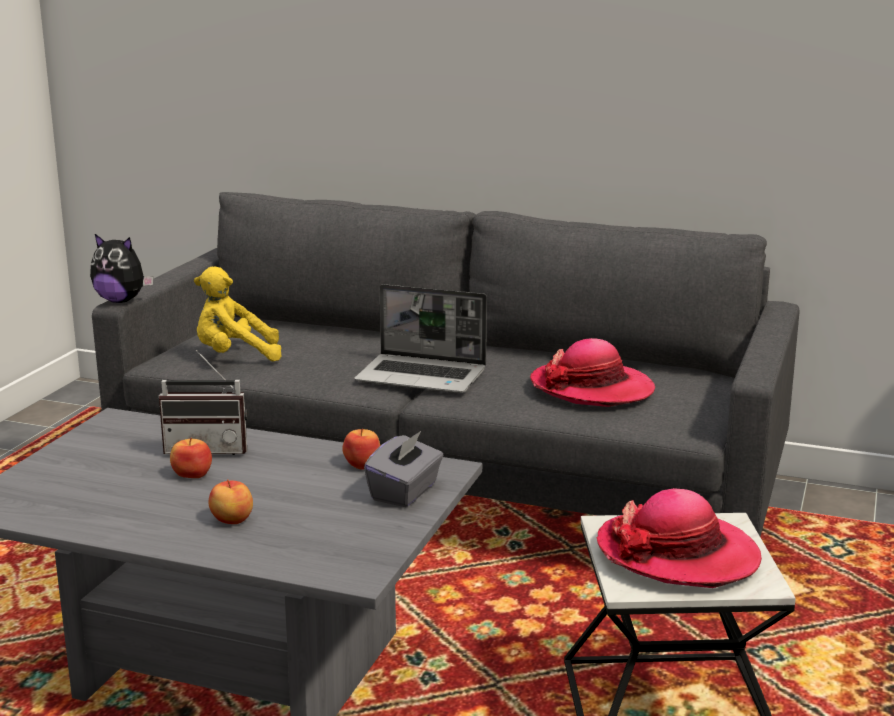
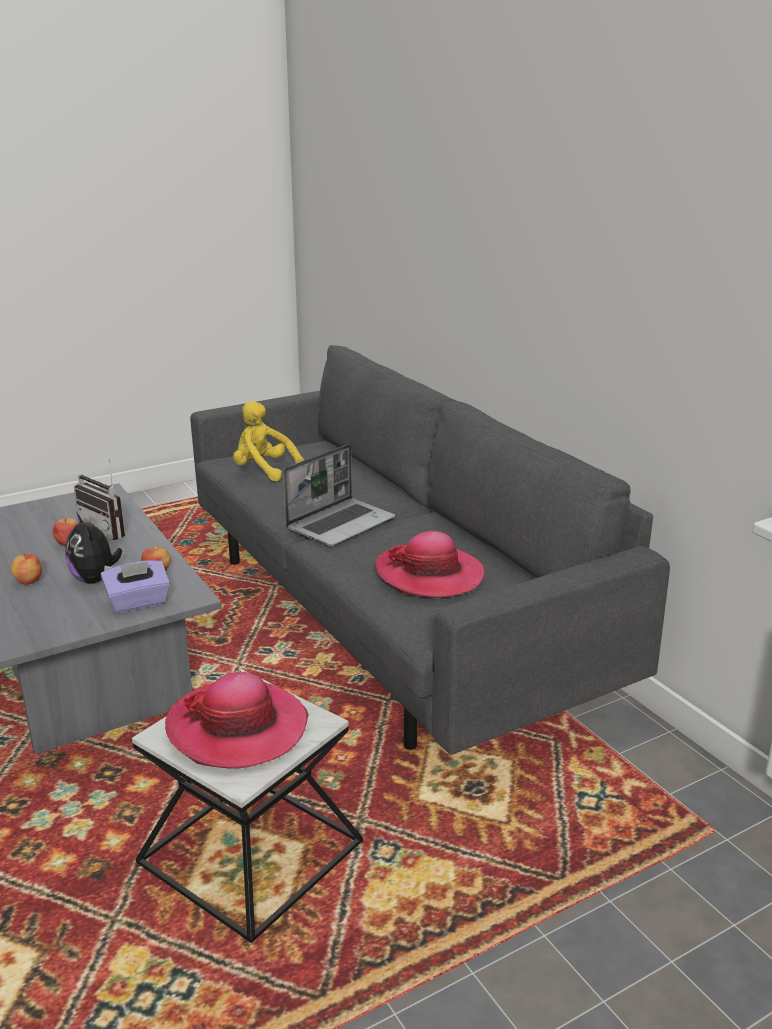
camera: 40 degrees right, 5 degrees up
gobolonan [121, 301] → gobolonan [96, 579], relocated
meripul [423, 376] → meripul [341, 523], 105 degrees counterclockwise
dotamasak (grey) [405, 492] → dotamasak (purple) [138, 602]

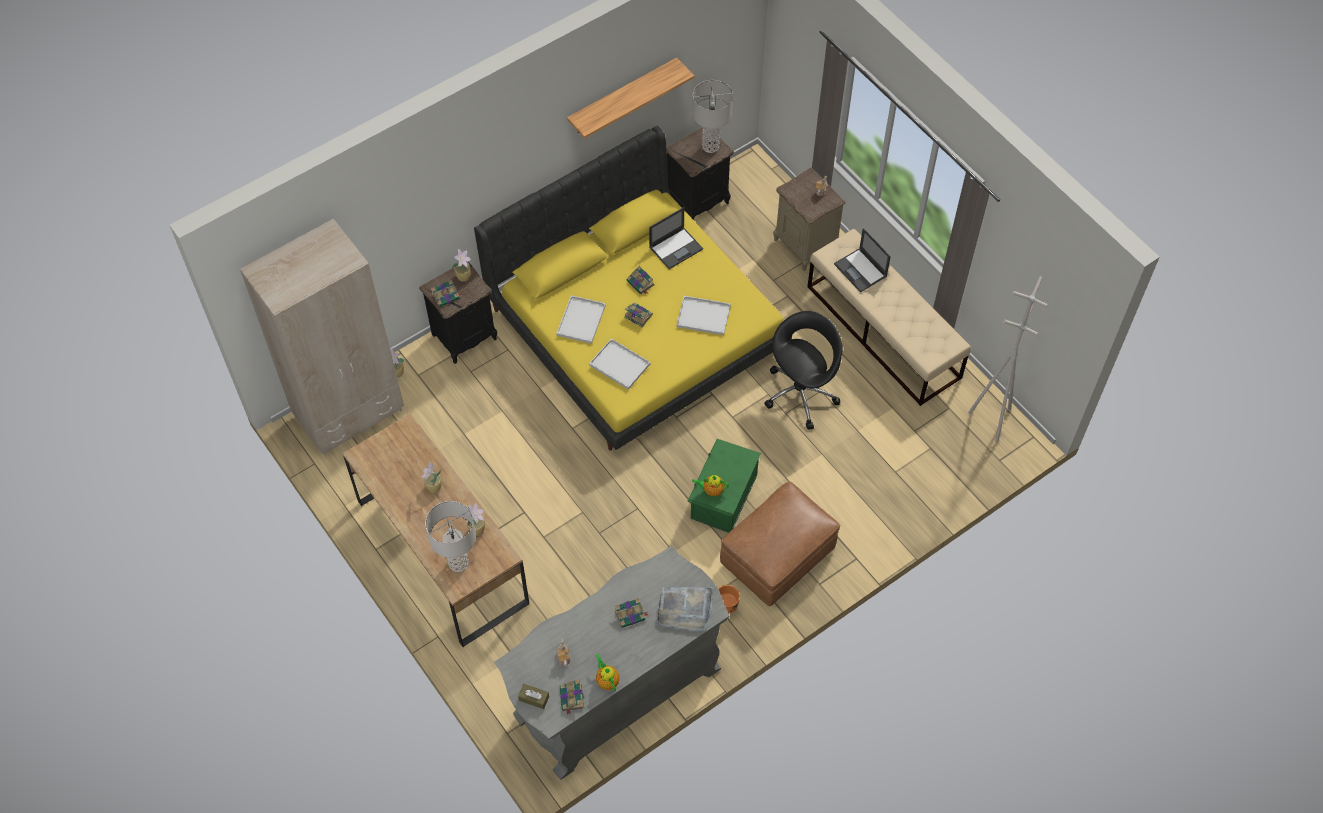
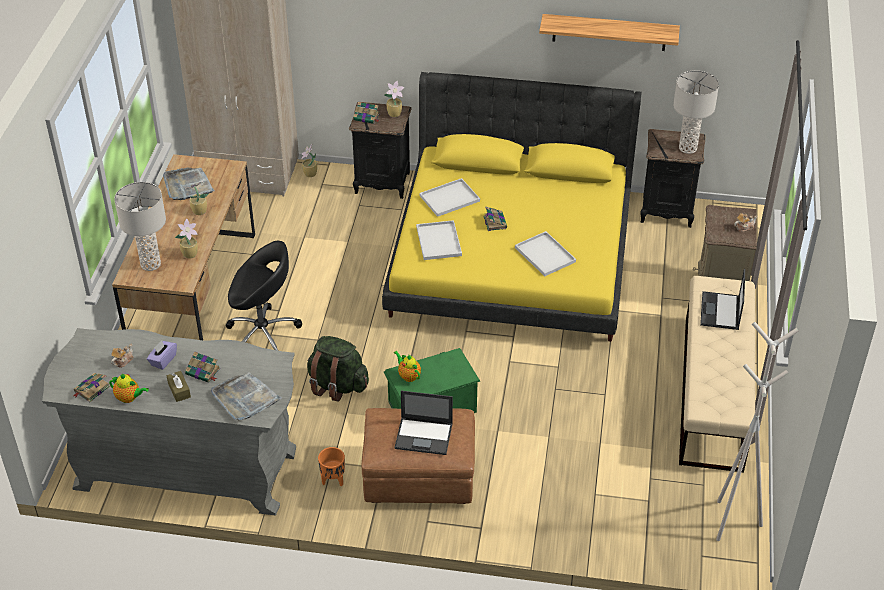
camera: 45 degrees right, 15 degrees down
meripul [676, 248] → meripul [424, 436], relocated
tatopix [641, 283] → -
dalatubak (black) [801, 393] → dalatubak (black) [264, 336], relocated
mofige [607, 680] → mofige [129, 398], 90 degrees clockwise
dotamasak (brown) [534, 698] → dotamasak (brown) [179, 390], relocated
- → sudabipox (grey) [188, 186]
- → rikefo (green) [337, 385]
- → dotamasak (purple) [163, 360]

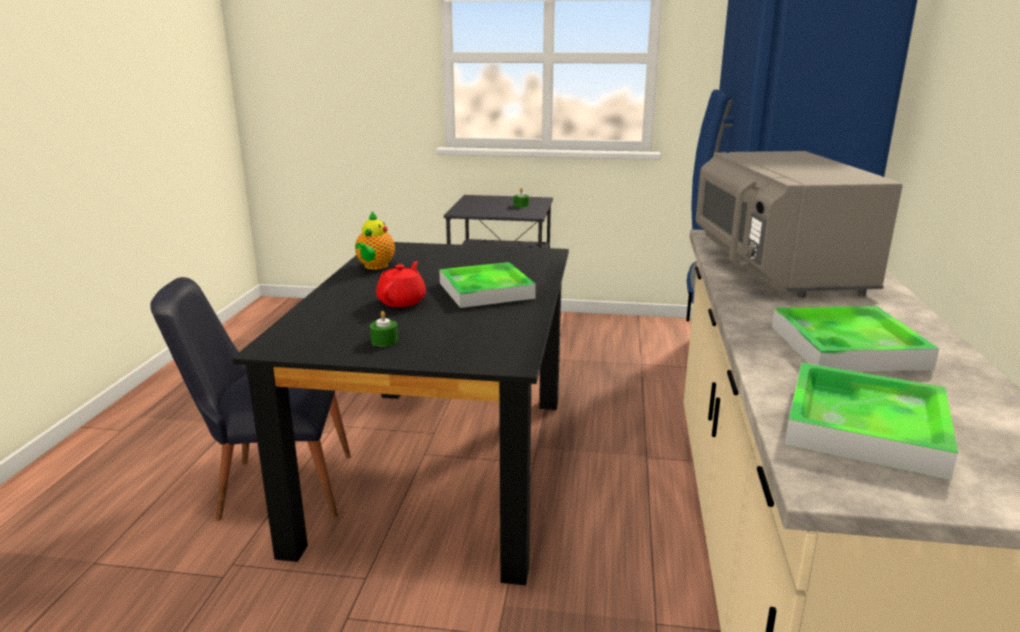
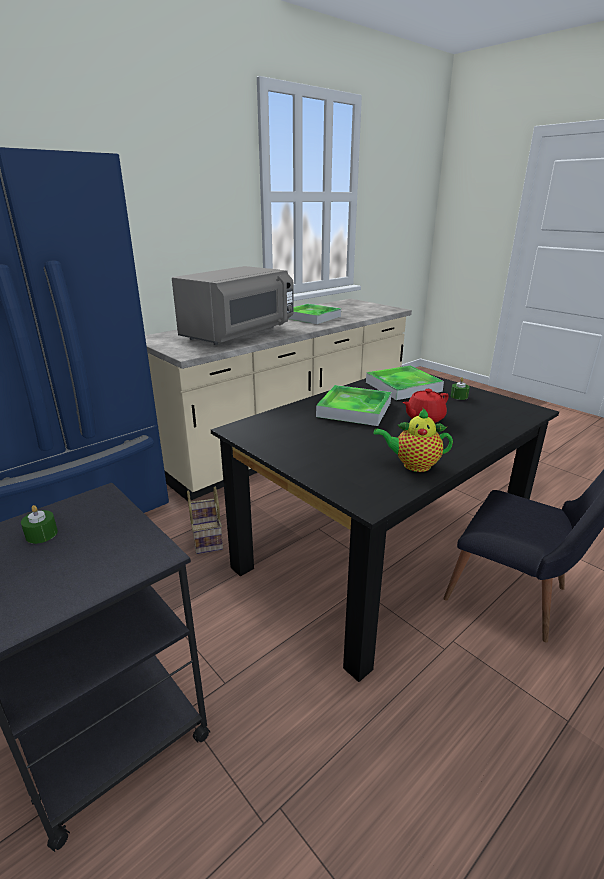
camera: 140 degrees left, 5 degrees up
mofige [375, 266] → mofige [413, 465], 135 degrees counterclockwise
sudabipox [865, 426] → sudabipox [403, 386], relocated
- → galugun [206, 536]

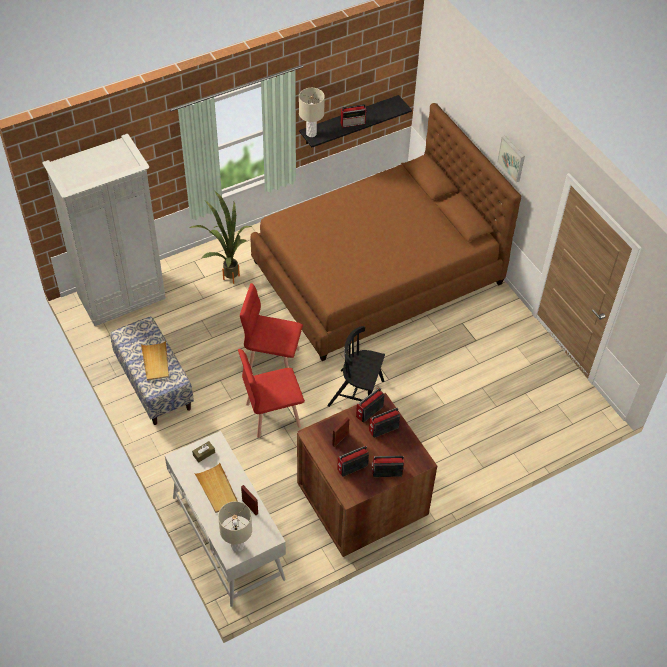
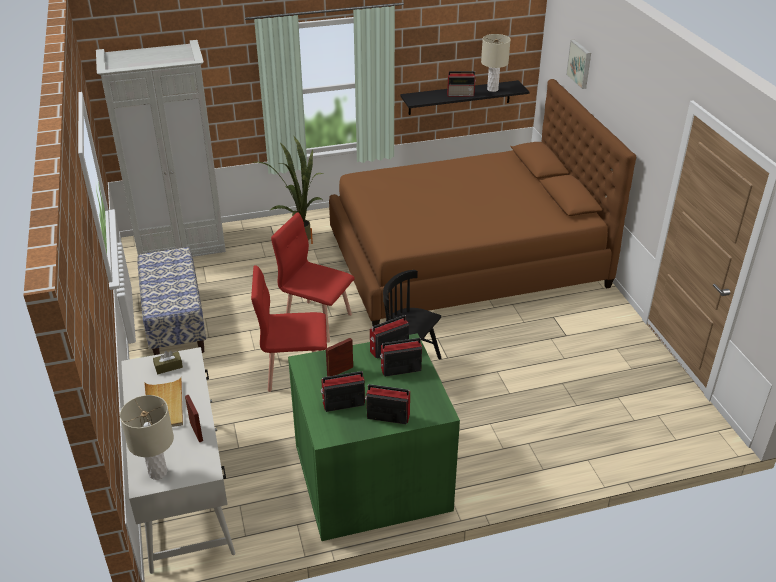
camera: 15 degrees right, 15 degrees down
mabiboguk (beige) [311, 133] → mabiboguk (beige) [492, 89], relocated
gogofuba [512, 158] → gogofuba [580, 63], relocated
sudabipox (beige) [155, 362] → -
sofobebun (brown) [361, 497] → sofobebun (green) [370, 475]

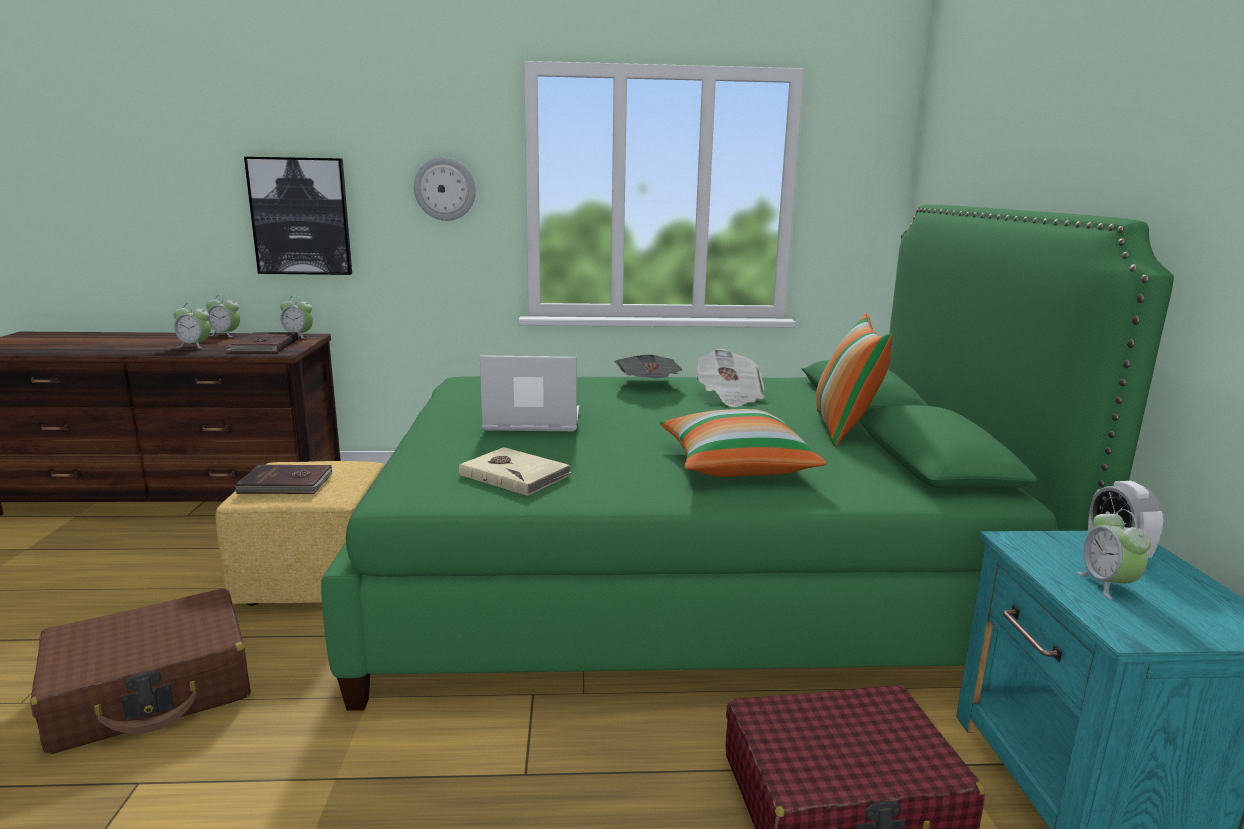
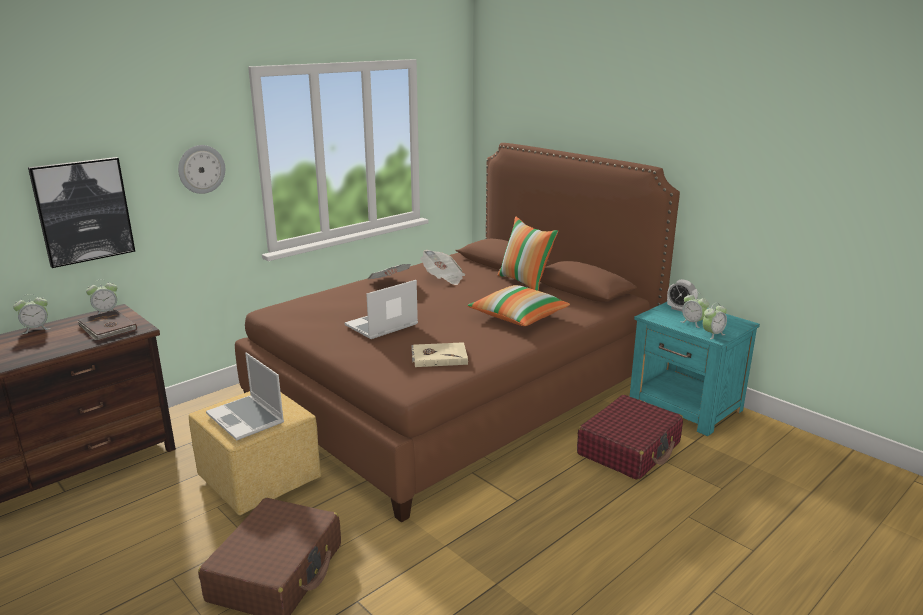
camera: 40 degrees left, 5 degrees up
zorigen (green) [685, 576] → zorigen (brown) [458, 391]
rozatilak [195, 346] → rozatilak [712, 334], relocated
tatopix (brown) [286, 484] → meripul [247, 419]

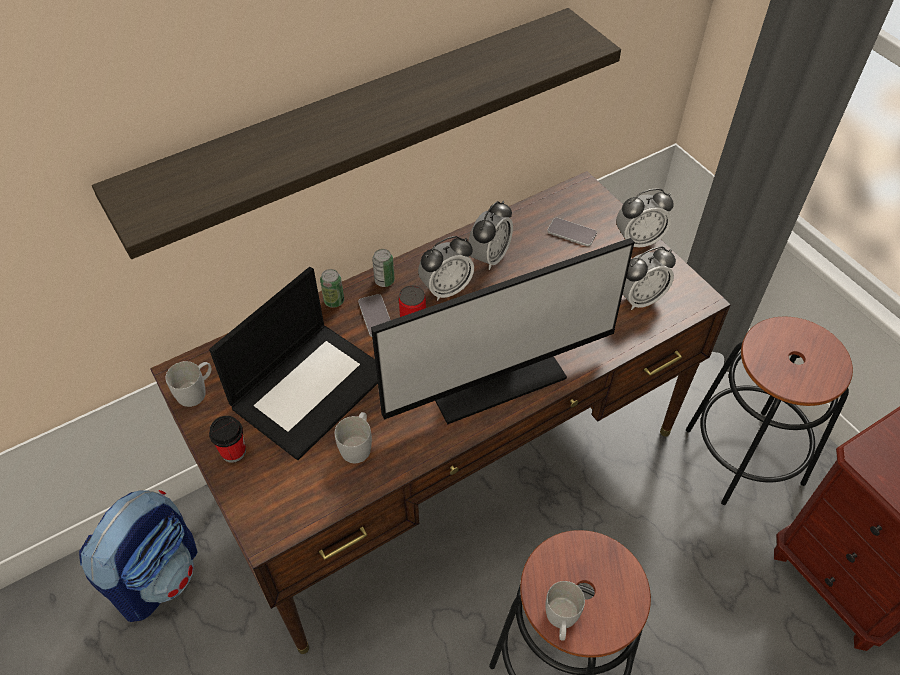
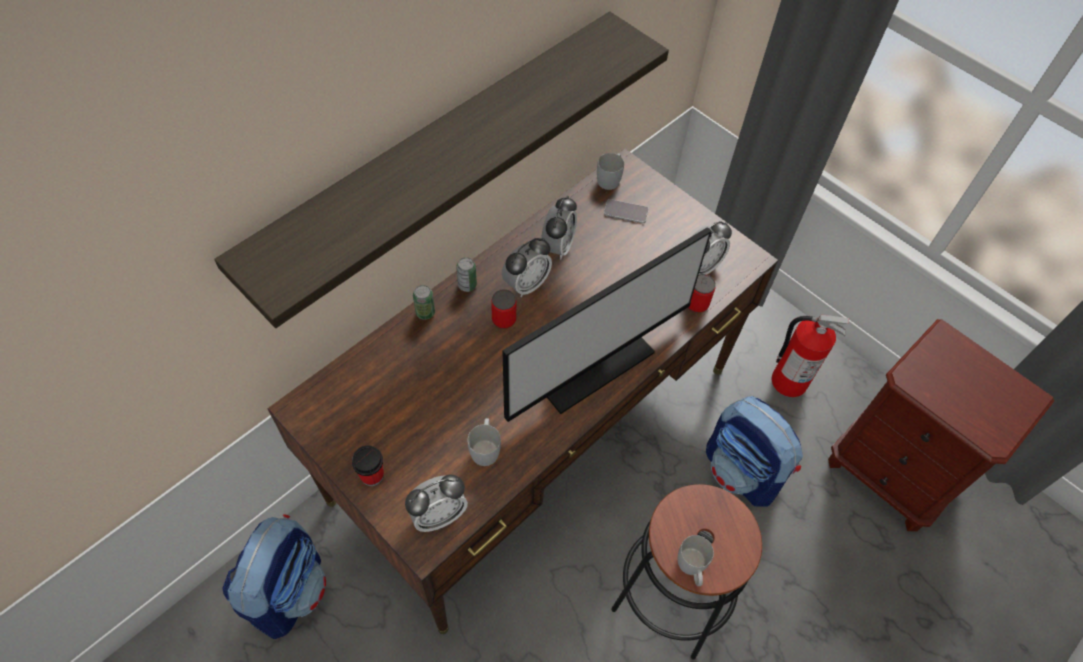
camera: 15 degrees left, 5 degrees up
rozatilak [638, 240] → rozatilak [438, 515], relocated
meripul [310, 387] → -
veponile [375, 316] → -
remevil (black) [744, 456] → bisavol [788, 380]
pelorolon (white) [196, 391] → pelorolon (white) [610, 178], relocated
- → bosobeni [697, 304]
- → rikefo [742, 472]

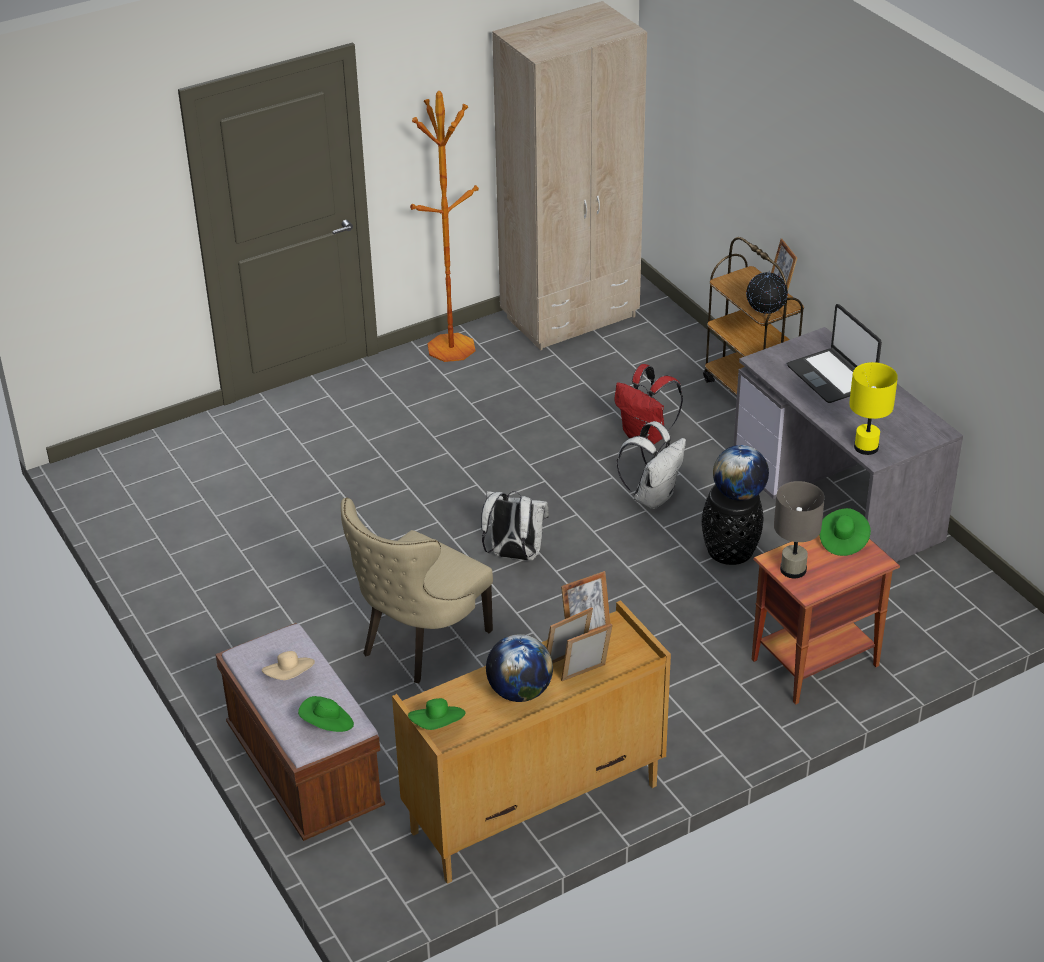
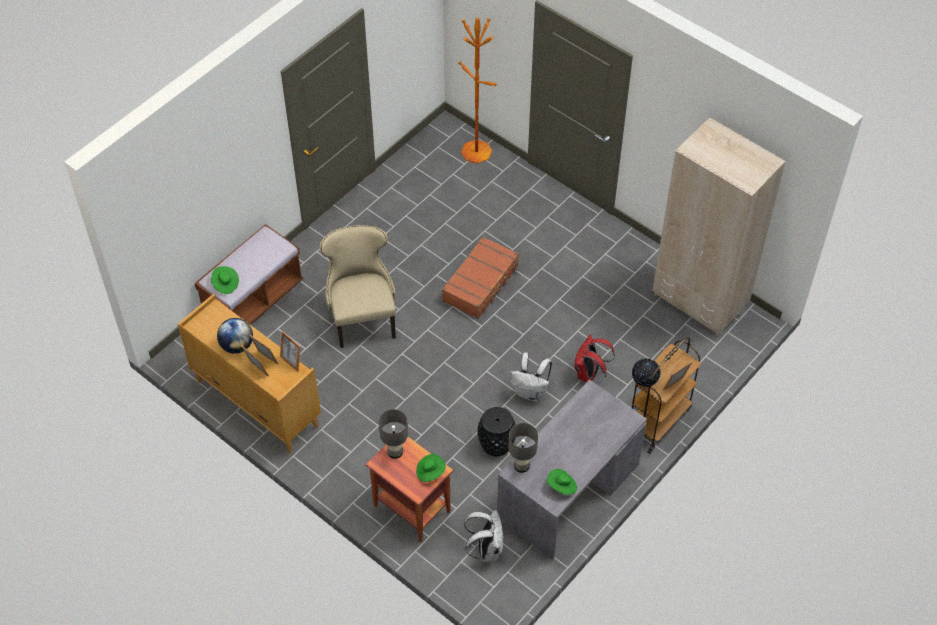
camera: 70 degrees right, 15 degrees up
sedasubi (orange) [451, 347] → sedasubi (orange) [476, 151], relocated
meripul [832, 376] → -
mabiboguk (yellow) [866, 447] → mabiboguk (grey) [522, 466]
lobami [739, 494] → -
rikefo (white) [514, 555] → rikefo (white) [486, 549], relocated
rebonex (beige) [419, 642] → rebonex (beige) [362, 317], 60 degrees clockwise
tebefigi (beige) [290, 677] → -
tebefigi (green) [438, 726] → tebefigi (green) [562, 486], relocated
- → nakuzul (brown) [481, 283]

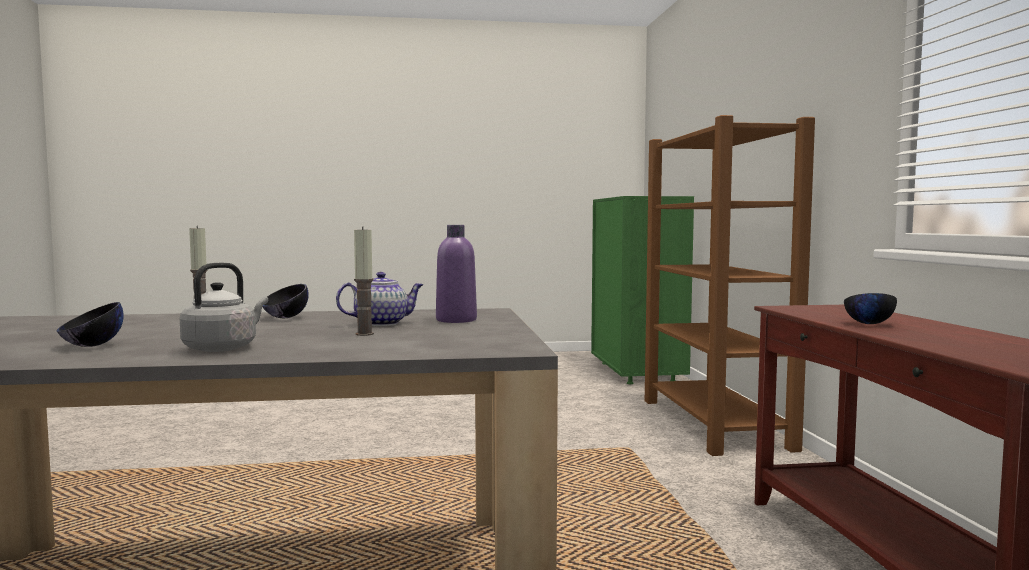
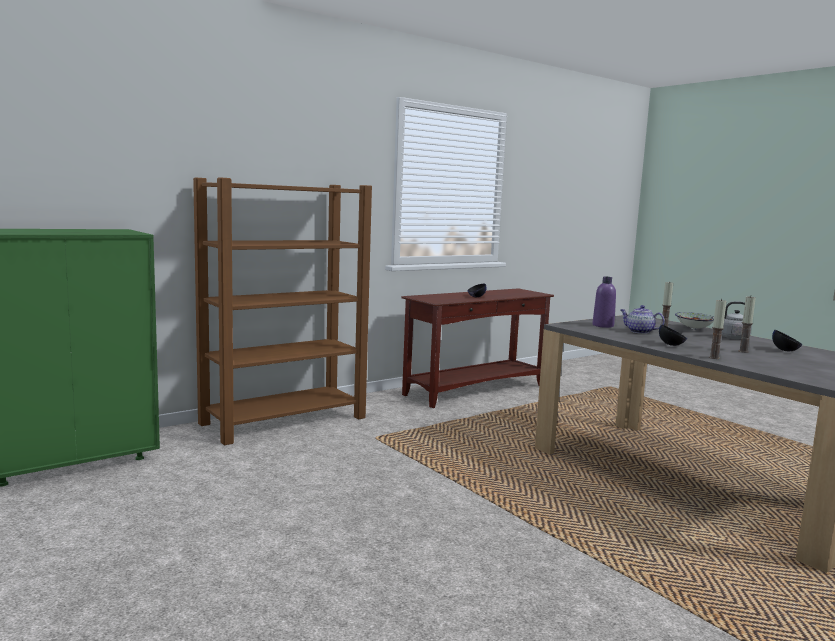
camera: 120 degrees left, 5 degrees up
- → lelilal [743, 351]
- → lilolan [693, 329]

